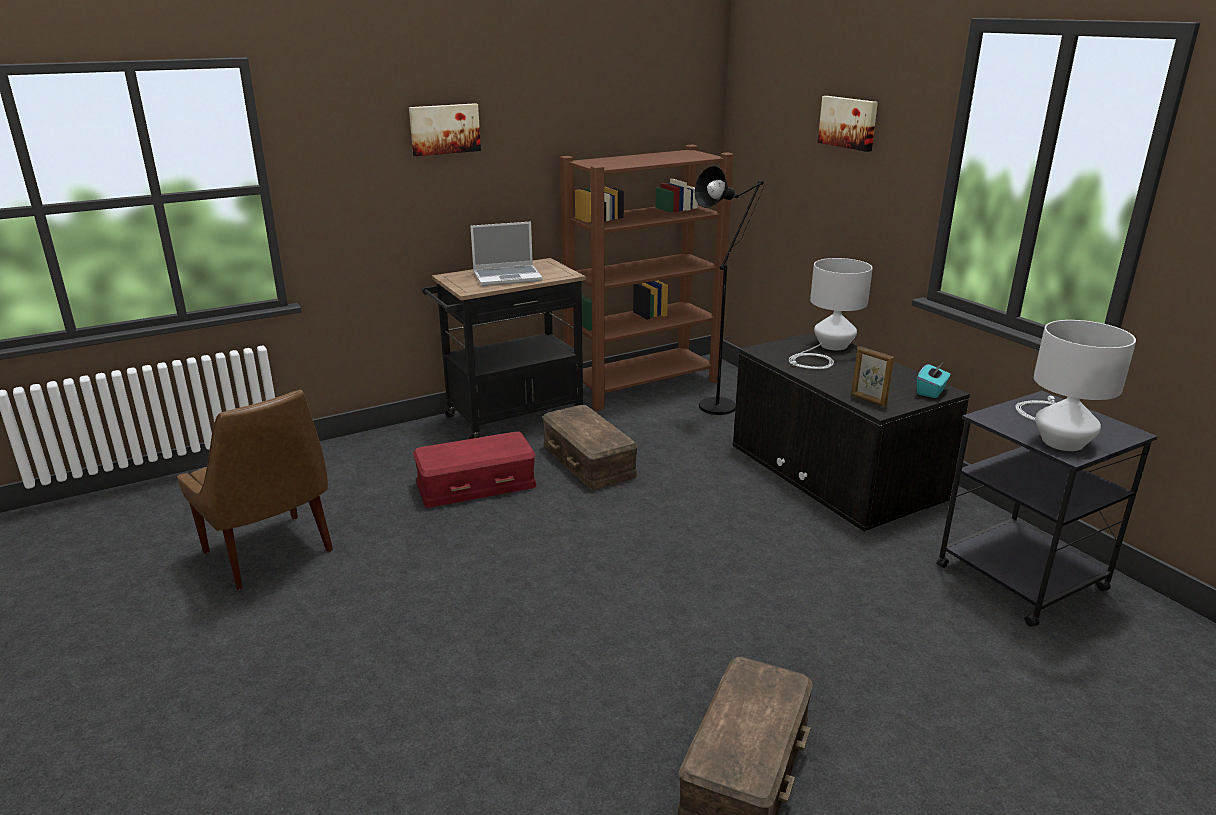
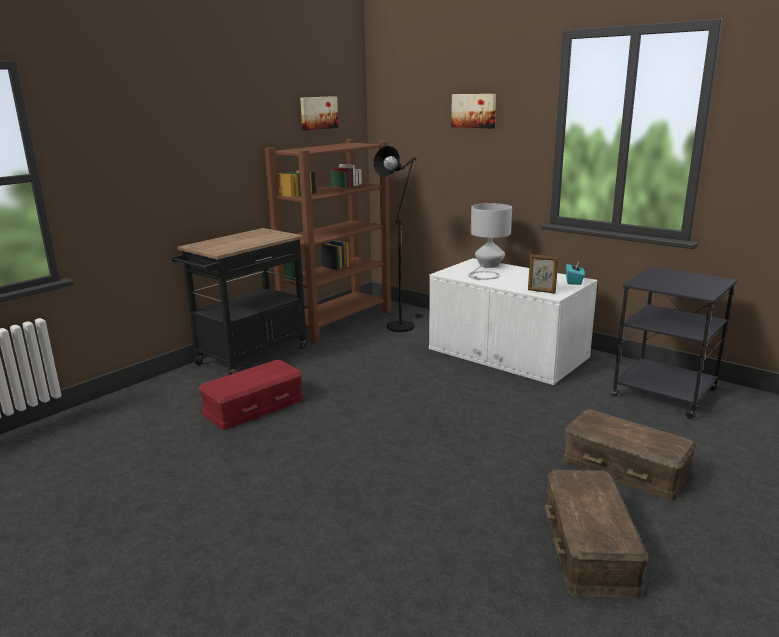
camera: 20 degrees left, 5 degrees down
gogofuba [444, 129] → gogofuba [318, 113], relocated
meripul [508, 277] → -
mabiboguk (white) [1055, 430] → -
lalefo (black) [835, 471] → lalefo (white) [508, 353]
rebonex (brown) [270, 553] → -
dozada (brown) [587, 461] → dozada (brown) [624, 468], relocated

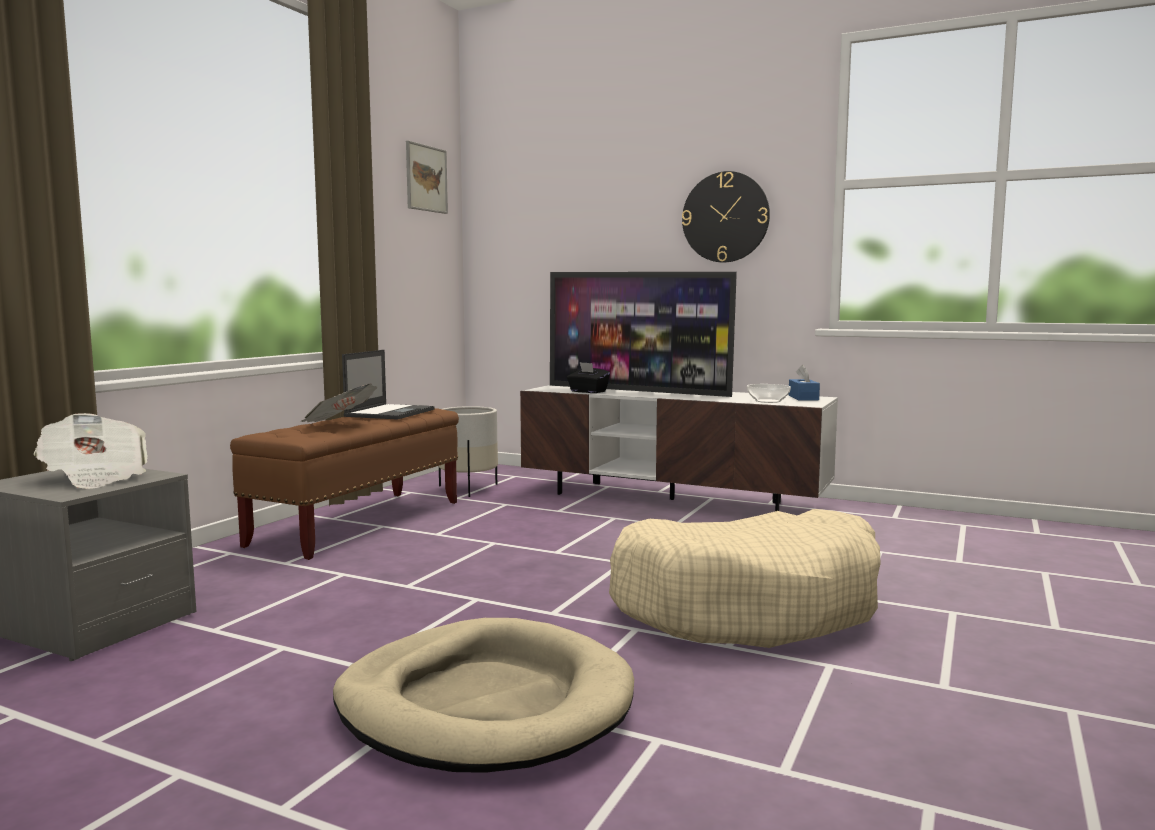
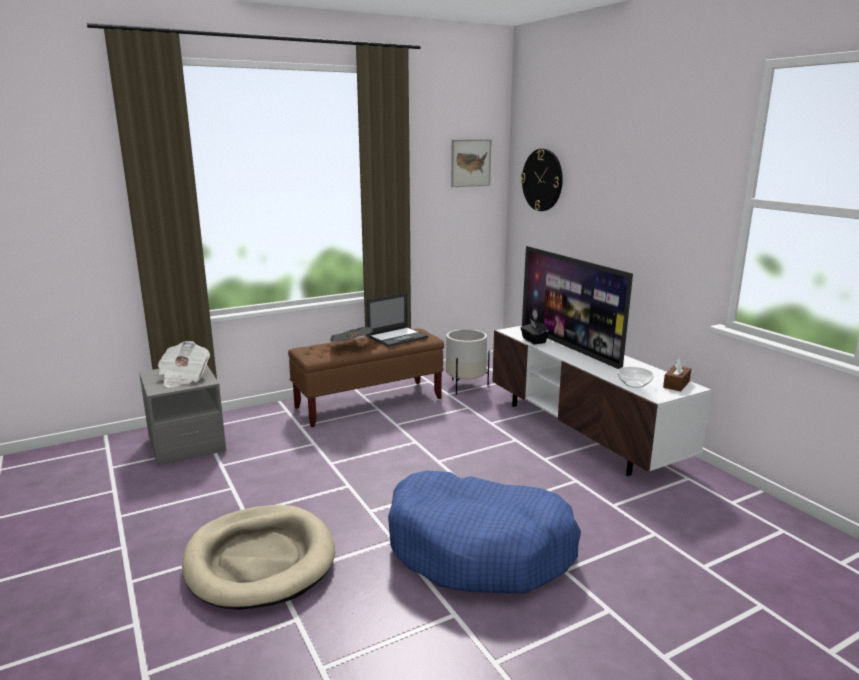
camera: 35 degrees right, 10 degrees up
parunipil [725, 217] → parunipil [542, 180], relocated
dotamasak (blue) [803, 398] → dotamasak (brown) [676, 384]
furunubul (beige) [748, 607] → furunubul (blue) [479, 549]

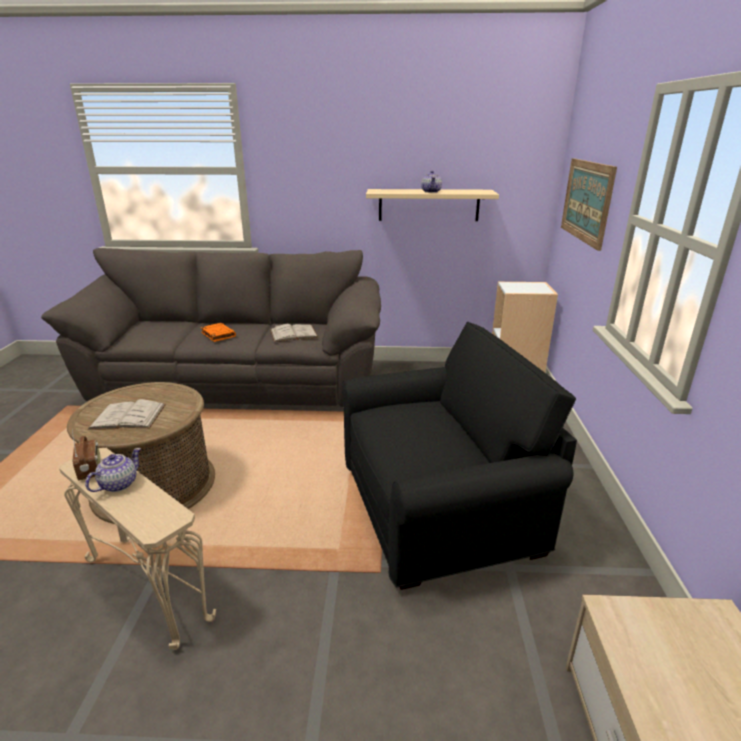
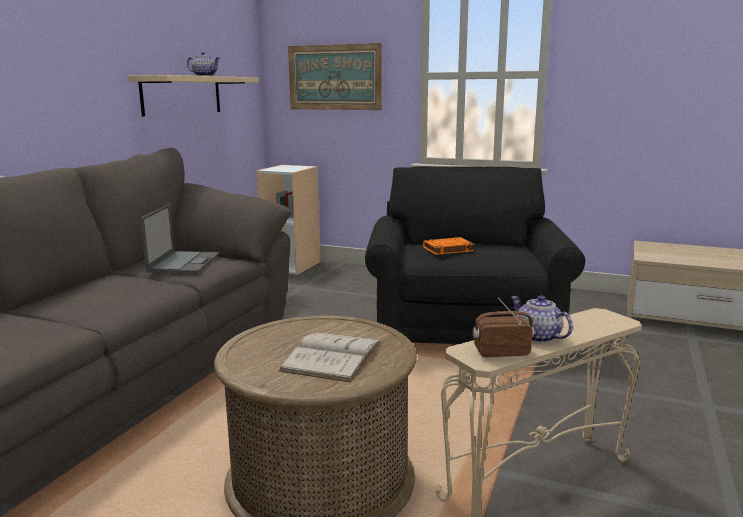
camera: 70 degrees left, 10 degrees down
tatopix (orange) [218, 334] → tatopix (orange) [447, 249], relocated
tatopix (white) [293, 333] → meripul [184, 262]

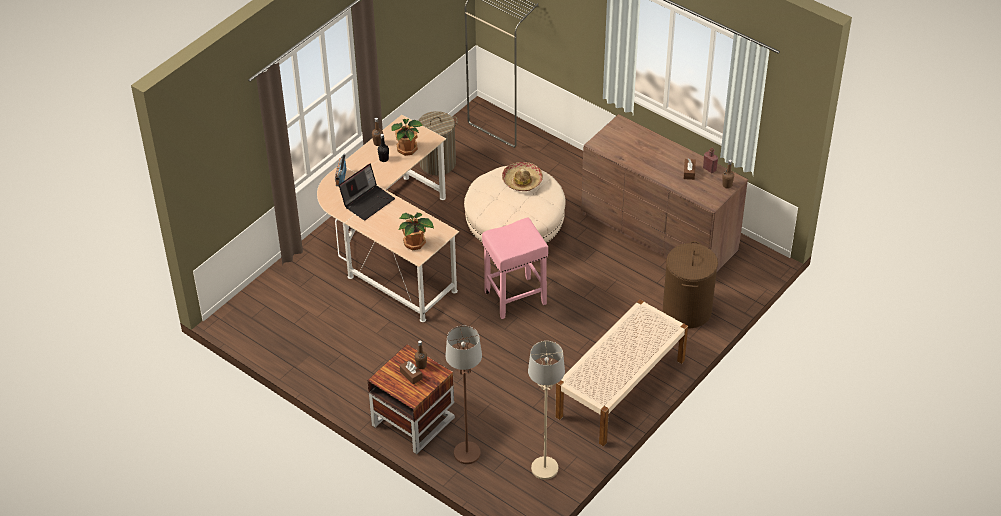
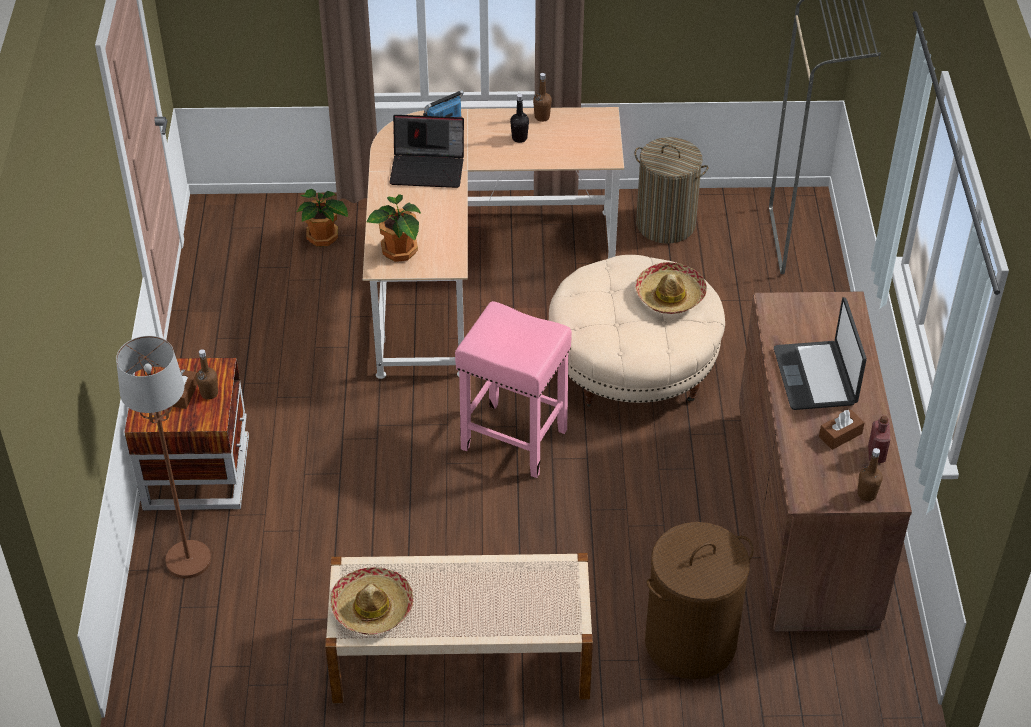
camera: 50 degrees right, 0 degrees up
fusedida [408, 149] → fusedida [323, 238], relocated
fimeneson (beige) [544, 469] → -
- → meripul [816, 377]
- → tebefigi [372, 608]

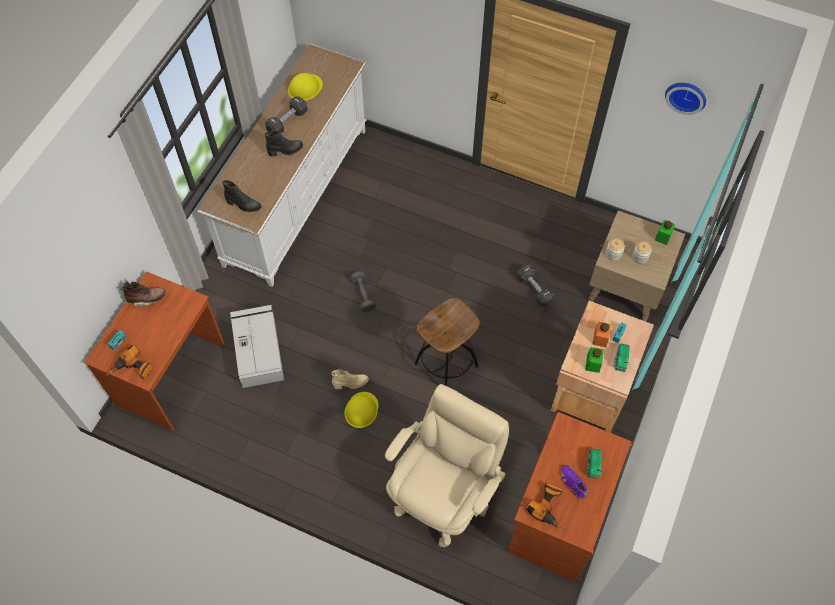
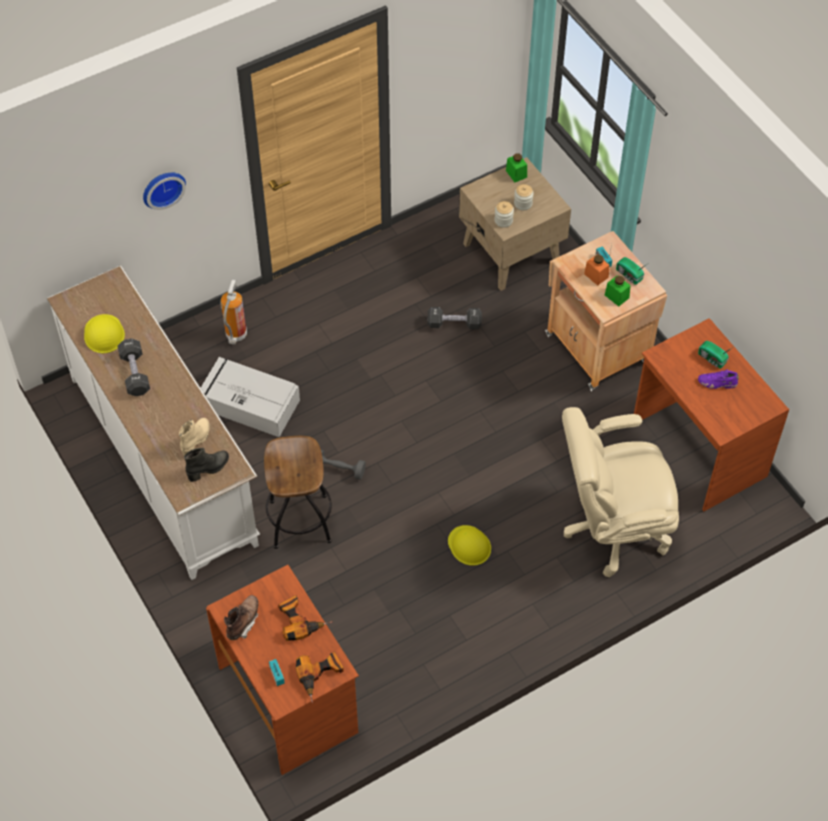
camera: 55 degrees left, 5 degrees down
parunipil [686, 95] → parunipil [162, 188], relocated
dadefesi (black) [285, 151] → -
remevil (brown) [446, 364] → remevil (brown) [300, 521], relocated
dozada (grey) [258, 350] → dozada (grey) [248, 403], relocated
dadefesi (beige) [350, 383] → dadefesi (beige) [196, 440], relocated
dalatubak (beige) [443, 494] → dalatubak (beige) [610, 528], 75 degrees counterclockwise
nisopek [549, 506] → nisopek [300, 620], relocated
- → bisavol [236, 335]

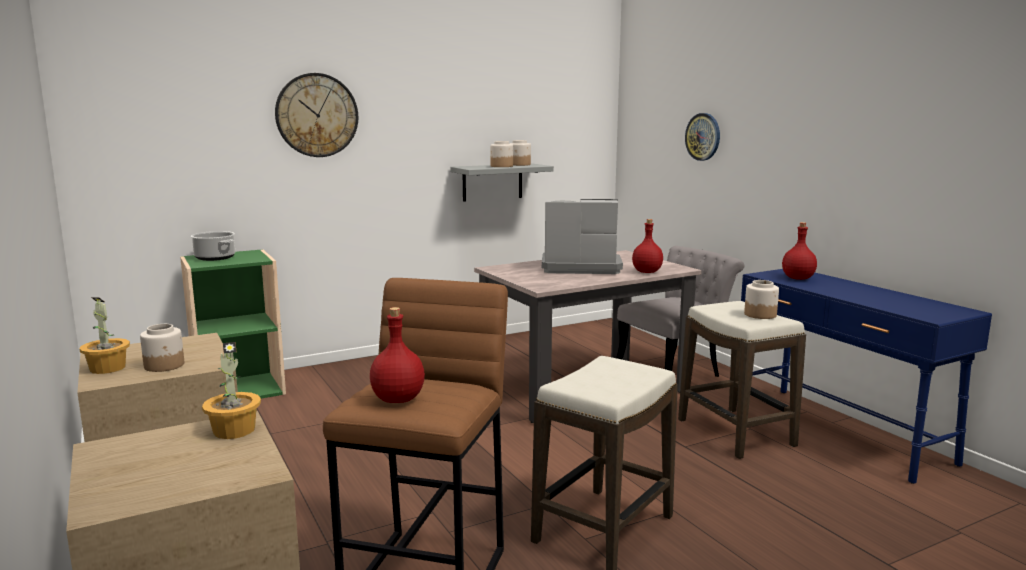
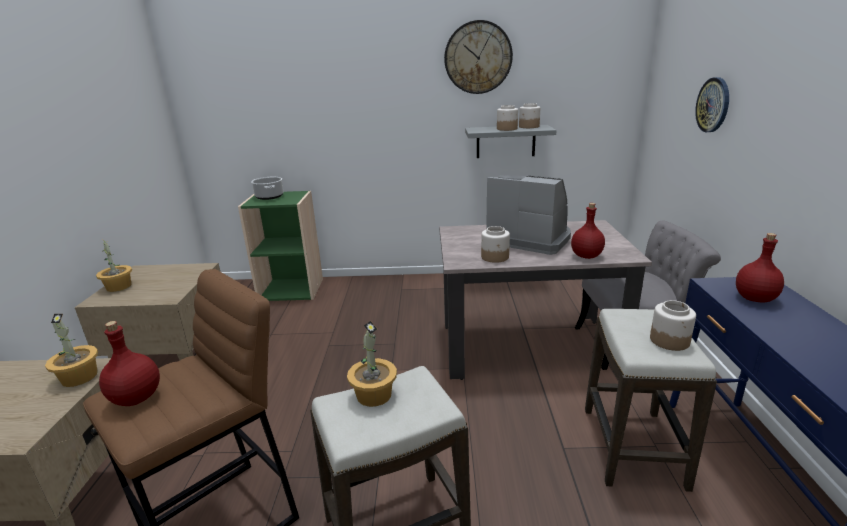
camera: 30 degrees right, 10 degrees up
parunipil [317, 115] → parunipil [478, 57], relocated
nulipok [164, 365] → nulipok [495, 257], relocated
- → fusedida [373, 394]

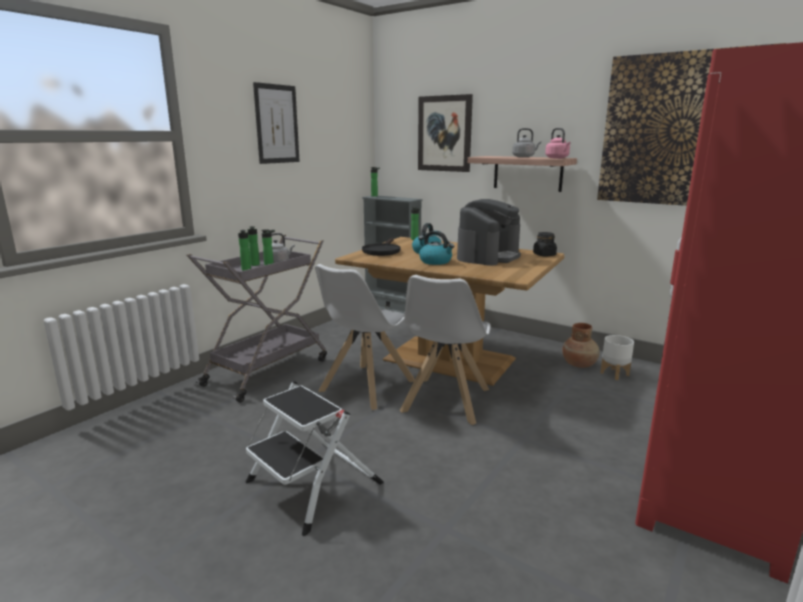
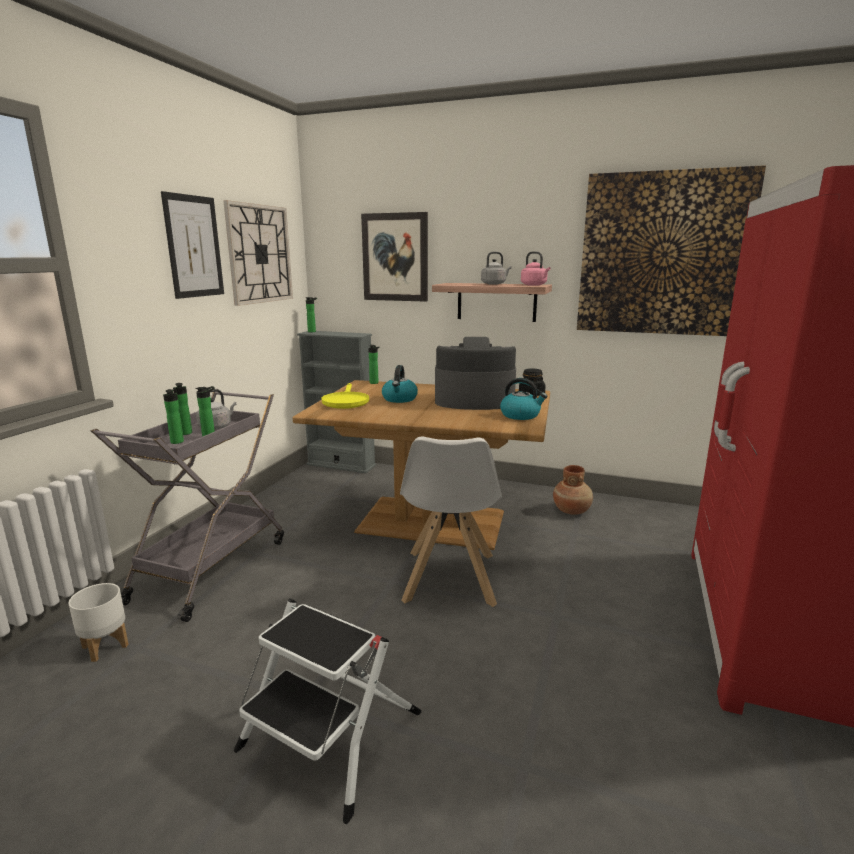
camera: 15 degrees left, 0 degrees up
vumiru [488, 256] → vumiru [473, 401], 105 degrees counterclockwise
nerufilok [436, 262] → nerufilok [521, 415], relocated
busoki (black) [382, 251] → busoki (yellow) [345, 401]
rebonex [365, 387] → -
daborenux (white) [614, 374] → daborenux (white) [105, 646], relocated
- → parunipil [259, 254]

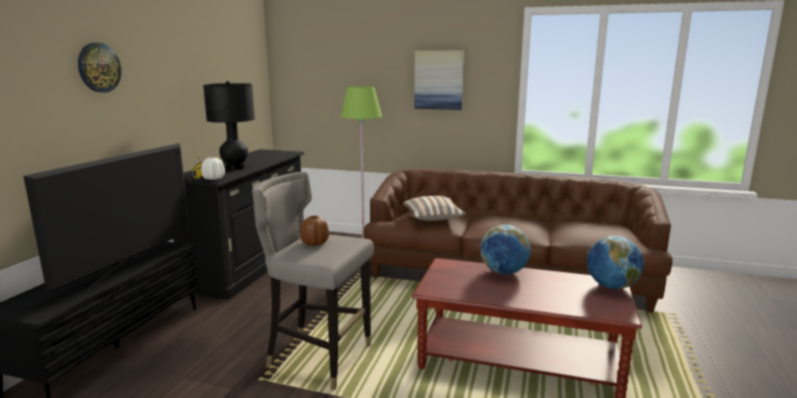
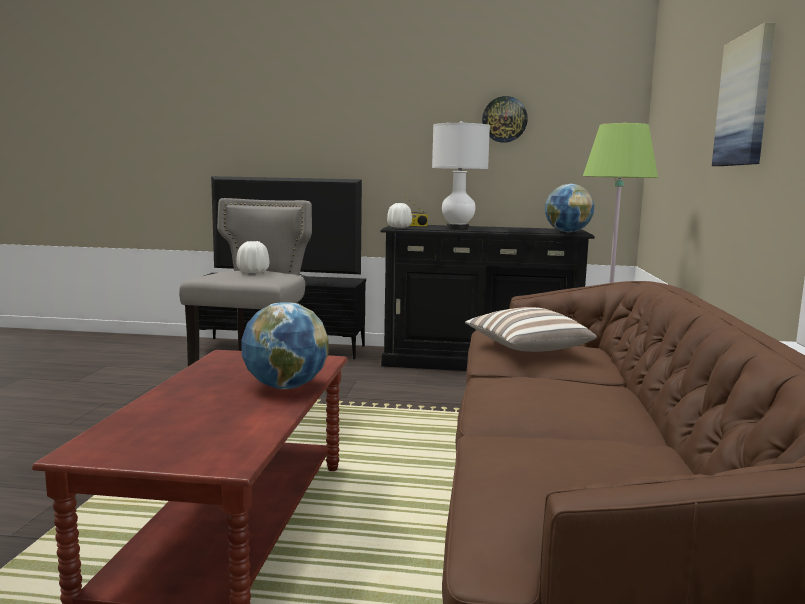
camera: 80 degrees right, 5 degrees down
parunipil [99, 67] → parunipil [504, 119], relocated
mabiboguk (black) [235, 168] → mabiboguk (white) [457, 228]
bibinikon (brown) [314, 243] → bibinikon (white) [253, 272]
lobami [611, 286] → lobami [567, 232], relocated

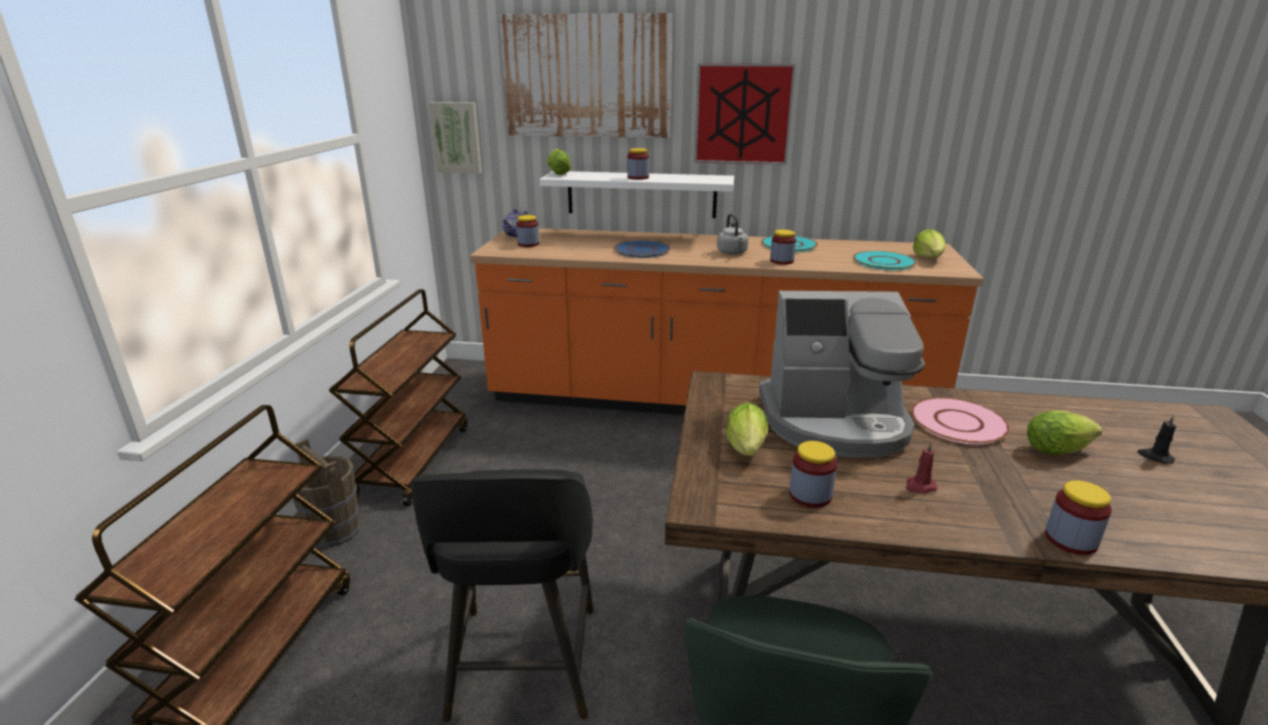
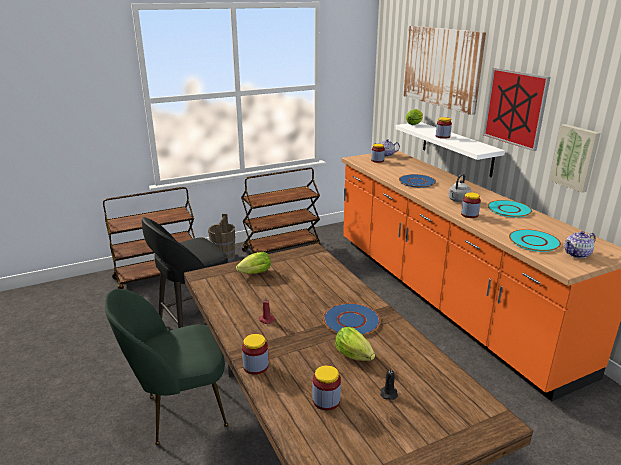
camera: 55 degrees right, 0 degrees up
gogofuba [457, 137] → gogofuba [575, 157], relocated
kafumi [929, 258] → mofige [577, 254]
vumiru [835, 422] → -
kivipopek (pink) [958, 422] → kivipopek (blue) [351, 321]
nulipok [810, 495] → nulipok [326, 400], relocated

